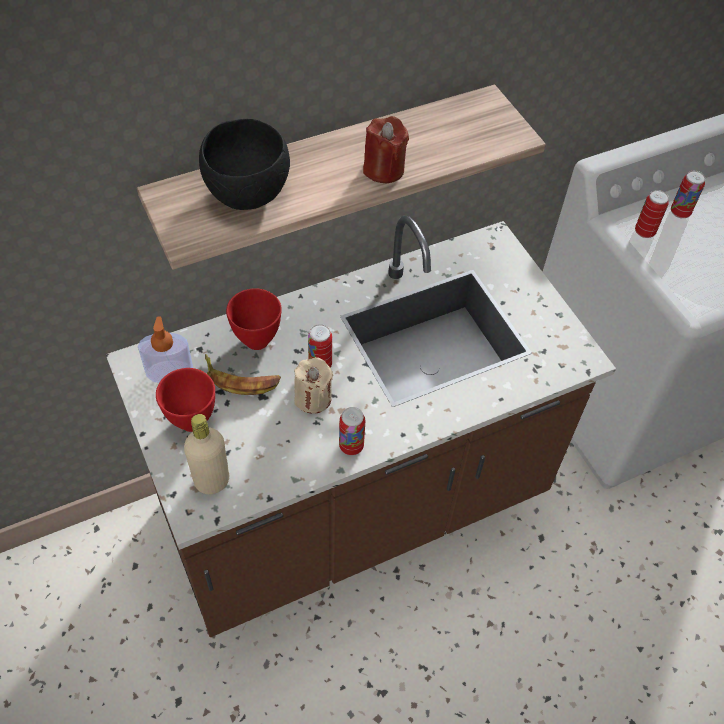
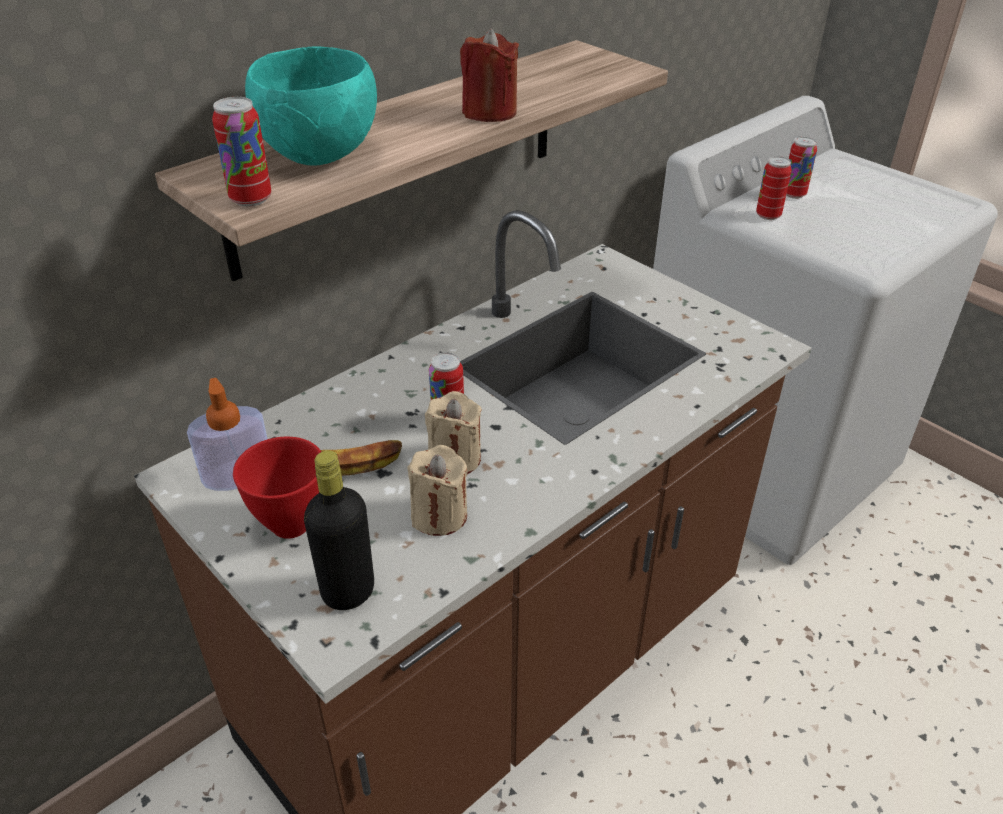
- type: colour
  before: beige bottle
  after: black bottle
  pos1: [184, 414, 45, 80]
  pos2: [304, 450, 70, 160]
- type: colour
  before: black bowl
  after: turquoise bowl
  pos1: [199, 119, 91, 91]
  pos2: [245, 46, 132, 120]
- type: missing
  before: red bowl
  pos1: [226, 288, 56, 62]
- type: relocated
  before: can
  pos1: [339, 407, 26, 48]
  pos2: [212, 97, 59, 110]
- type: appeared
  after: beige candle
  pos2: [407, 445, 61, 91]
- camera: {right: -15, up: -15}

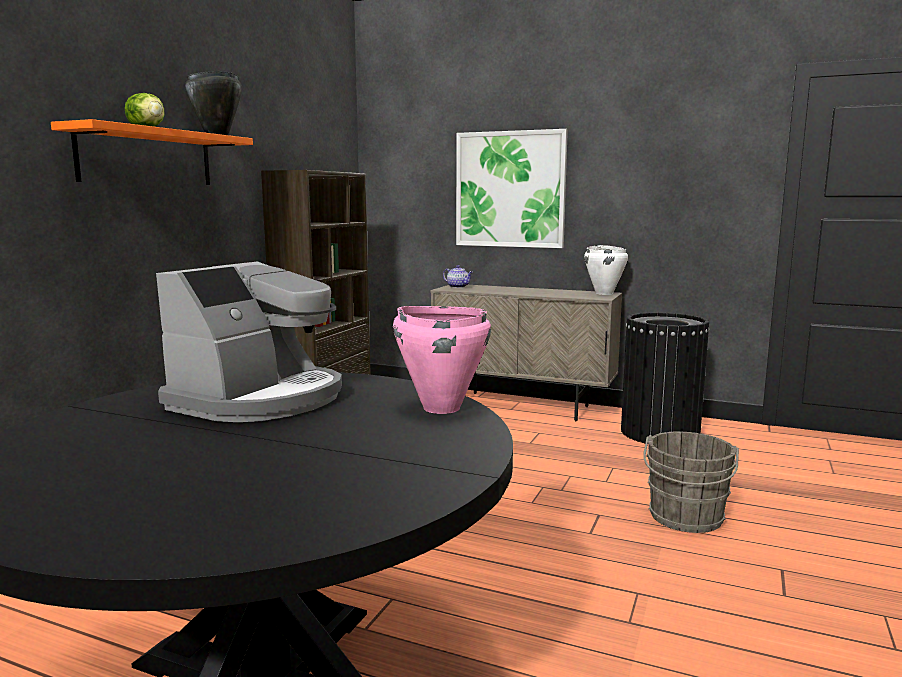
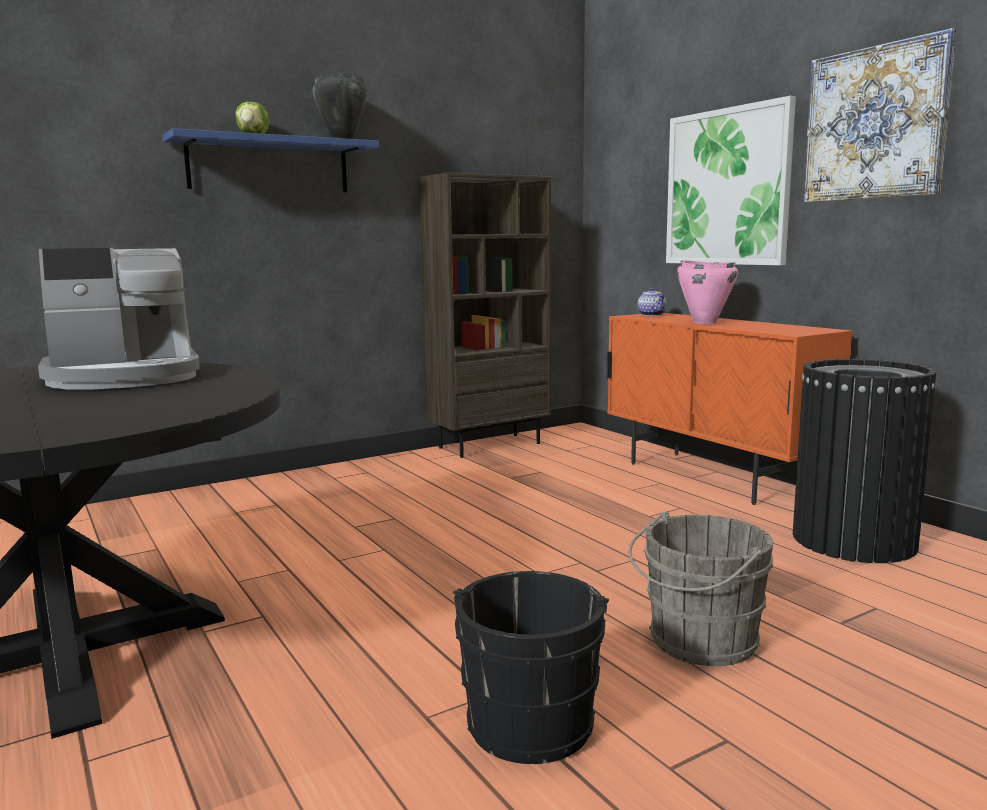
- type: colour
  before: orange shelf
  after: blue shelf
  pos1: [51, 119, 202, 66]
  pos2: [162, 128, 217, 64]
- type: relocated
  before: pink cooking pot
  pos1: [393, 306, 98, 108]
  pos2: [677, 260, 61, 64]
- type: colour
  before: beige cabinet
  after: orange cabinet
  pos1: [431, 285, 191, 136]
  pos2: [607, 313, 245, 192]
- type: missing
  before: white cooking pot
  pos1: [584, 245, 44, 50]
- type: appeared
  after: black bucket
  pos2: [453, 571, 156, 193]
- type: appeared
  after: picture
  pos2: [803, 28, 154, 174]
- camera: {right: 35, up: 0}

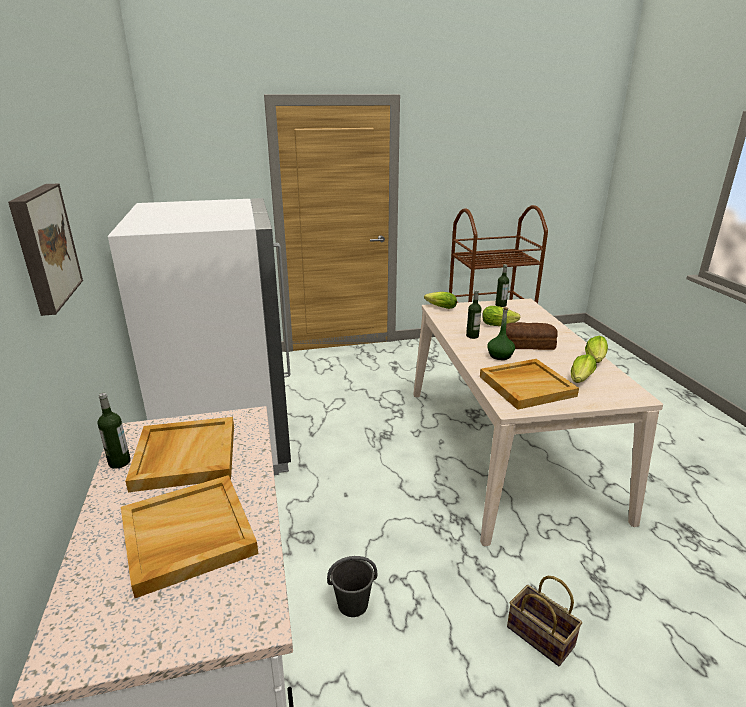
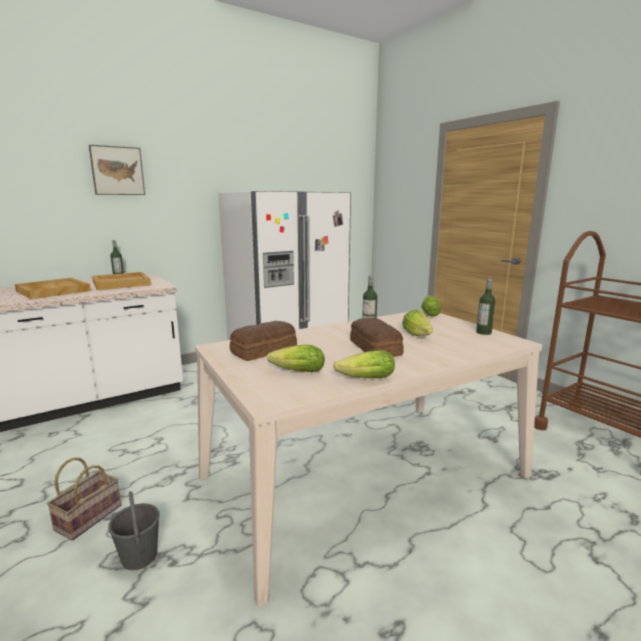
- type: relocated
  before: grey bucket
  pos1: [327, 556, 50, 61]
  pos2: [108, 492, 52, 78]
- type: exchanged
  before: beige tray
  after: bread
  pos1: [480, 359, 99, 51]
  pos2: [230, 321, 67, 40]
- type: missing
  before: green bottle
  pos1: [487, 307, 28, 53]
- camera: {right: 70, up: -10}

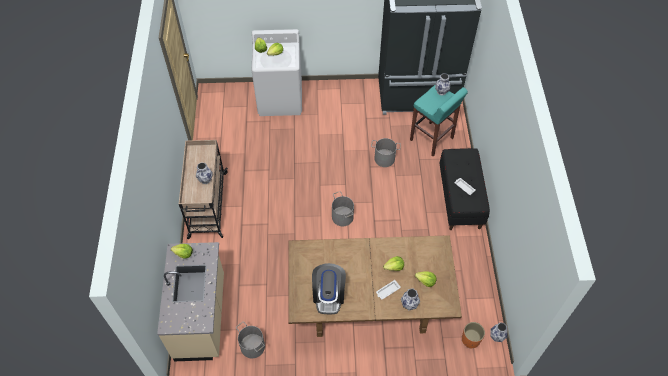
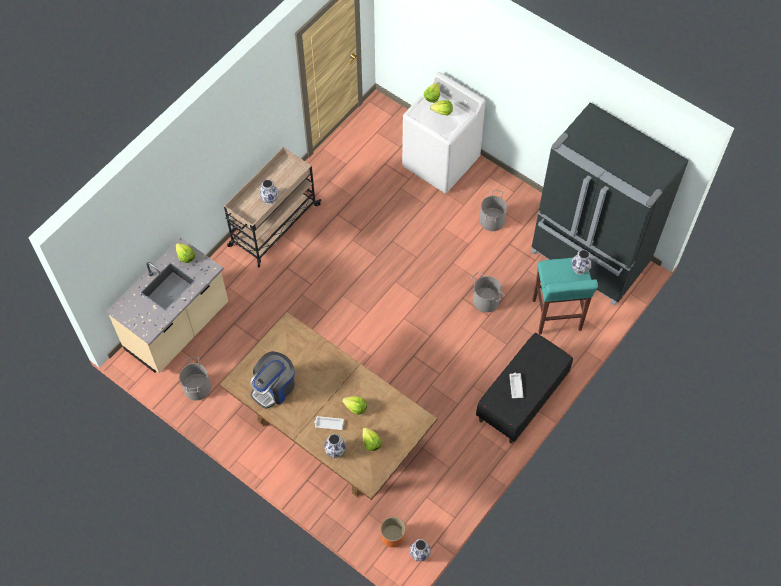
- type: relocated
  before: grey bucket
  pos1: [332, 191, 22, 35]
  pos2: [479, 189, 28, 42]
- camera: {right: 40, up: 5}

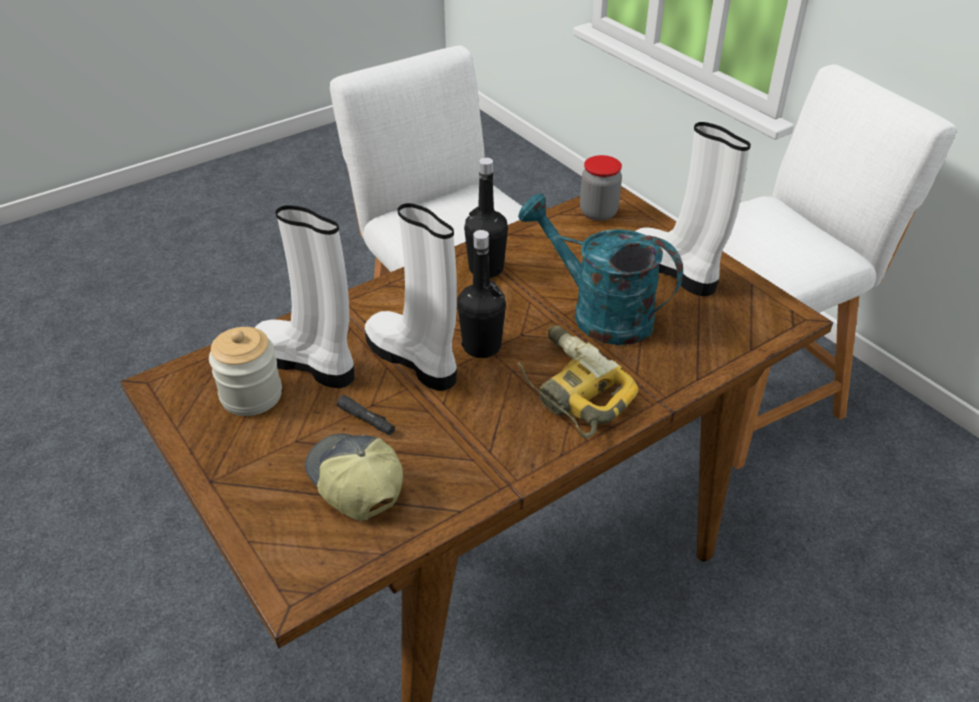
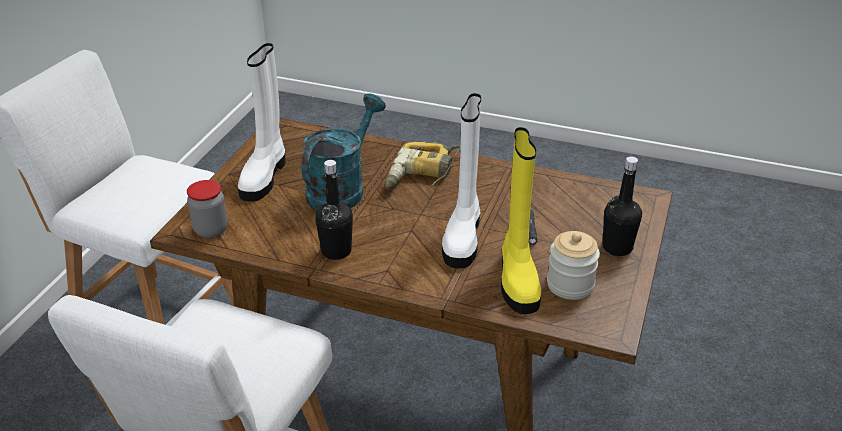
- type: colour
  before: white boot
  after: yellow boot
  pos1: [254, 205, 100, 183]
  pos2: [501, 127, 41, 187]
- type: missing
  before: cap
  pos1: [305, 434, 98, 87]
- type: relocated
  before: black bottle
  pos1: [457, 230, 49, 128]
  pos2: [603, 156, 39, 100]
- type: spun
  before: turquoise watering can
  pos1: [518, 193, 165, 152]
  pos2: [301, 94, 85, 116]
  turn: -150
- camera: {right: -125, up: -5}

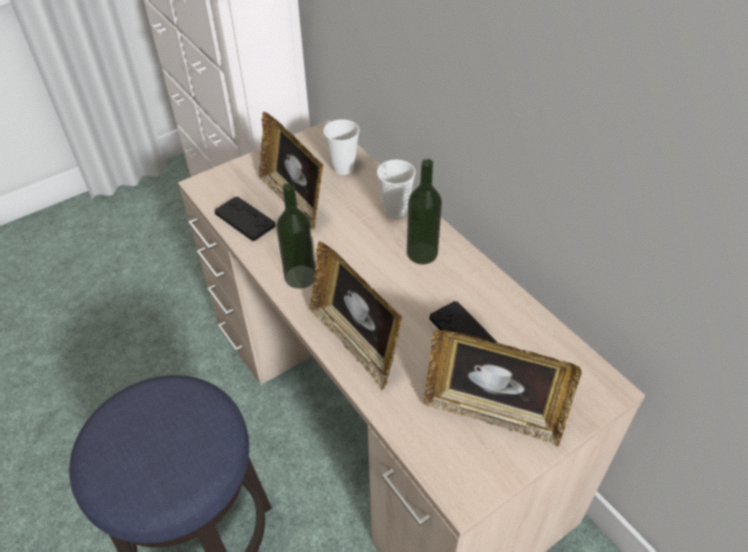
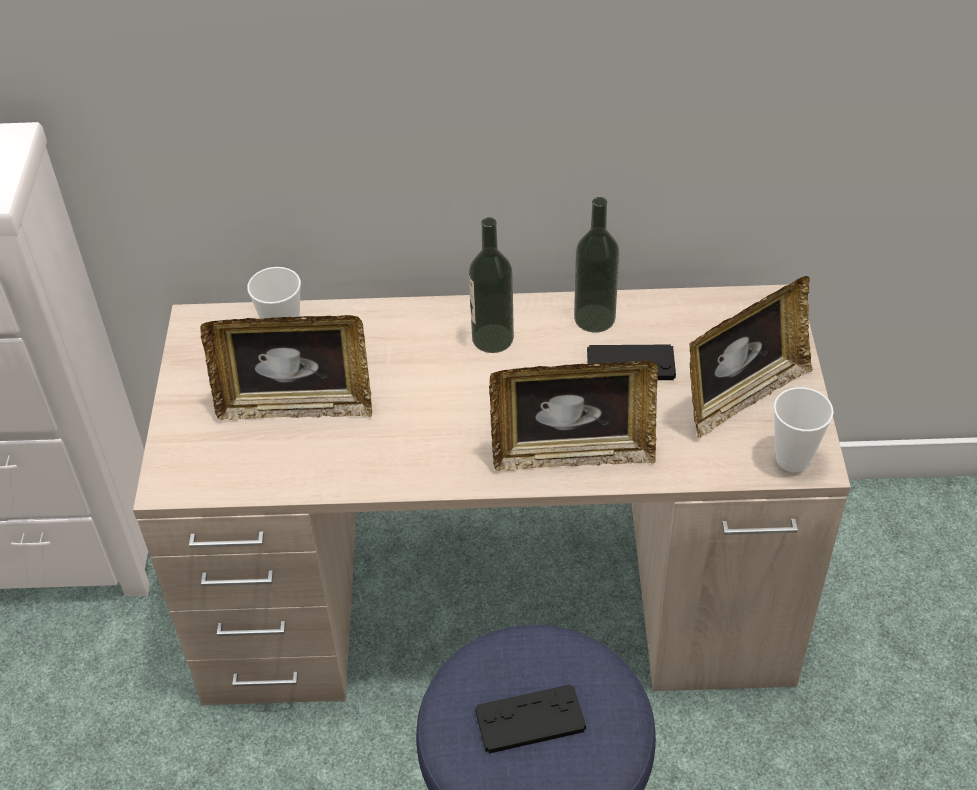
- type: relocated
  before: black game controller
  pos1: [215, 196, 60, 45]
  pos2: [475, 684, 111, 70]
- type: relocated
  before: bottle
  pos1: [276, 182, 40, 107]
  pos2: [574, 197, 45, 136]
- type: relocated
  before: cup
  pos1: [377, 160, 39, 58]
  pos2: [774, 387, 60, 85]
- camera: {right: -55, up: 0}

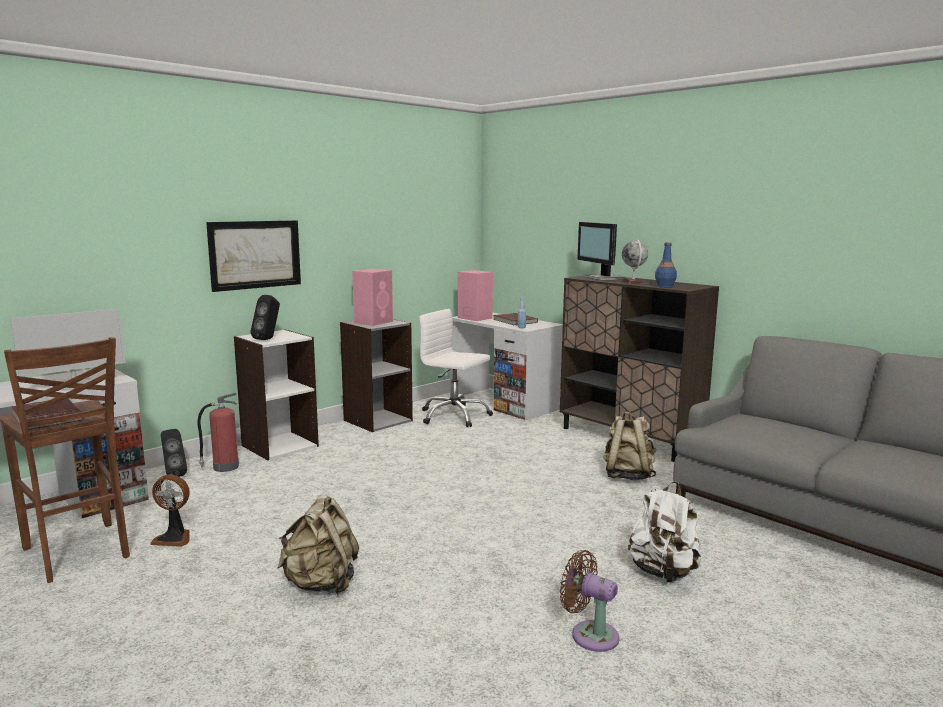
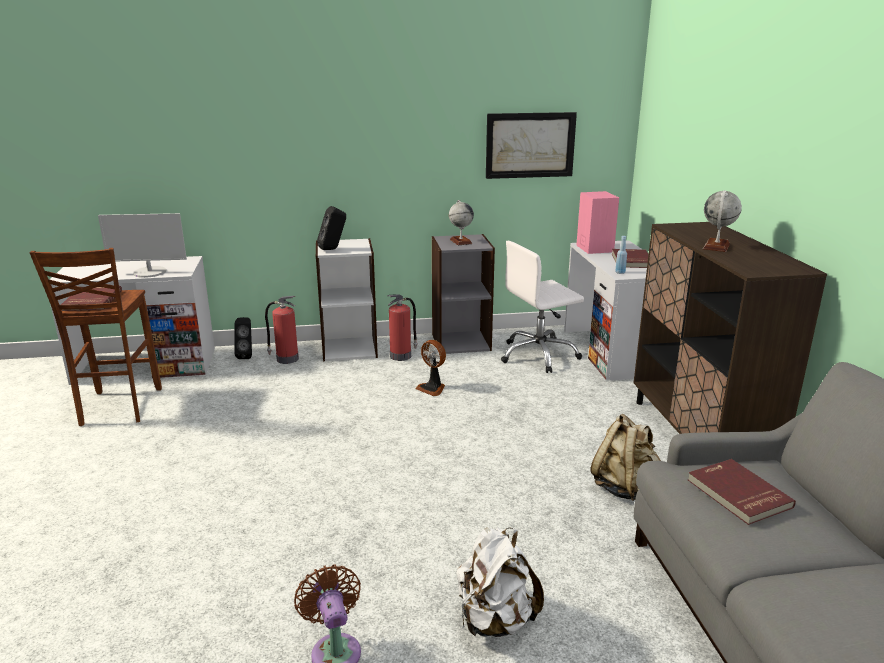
- type: relocated
  before: fan
  pos1: [150, 474, 40, 73]
  pos2: [415, 340, 31, 56]
- type: relocated
  before: picture
  pos1: [206, 220, 95, 72]
  pos2: [486, 112, 91, 67]
- type: missing
  before: beige backpack
  pos1: [277, 495, 82, 100]
- type: exchanged
  before: pink speaker
  after: globe
  pos1: [352, 269, 41, 57]
  pos2: [449, 200, 25, 45]
- type: spun
  before: white office chair
  pos1: [419, 309, 74, 118]
  pos2: [501, 241, 83, 132]
  turn: -90
- type: missing
  before: monitor
  pos1: [577, 222, 50, 58]
- type: missing
  before: blue bottle
  pos1: [655, 241, 22, 47]
- type: appeared
  after: fire extinguisher
  pos2: [387, 294, 31, 67]
- type: appeared
  after: red book
  pos2: [688, 459, 108, 66]
- camera: {right: 35, up: 10}

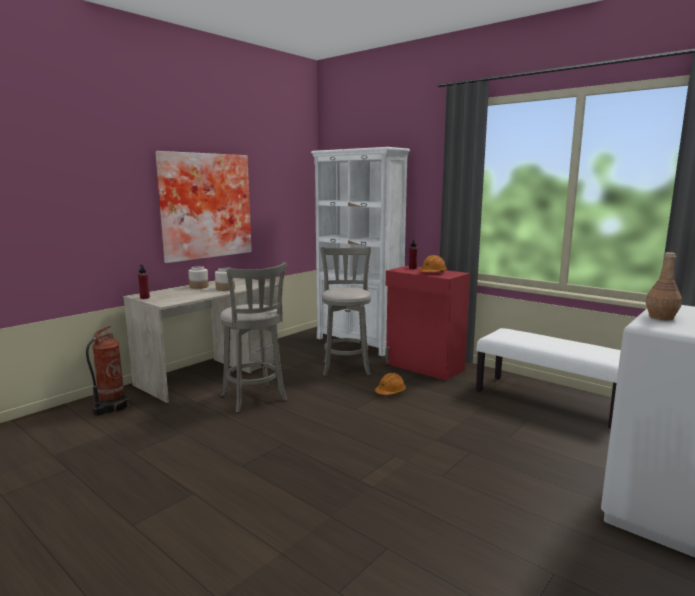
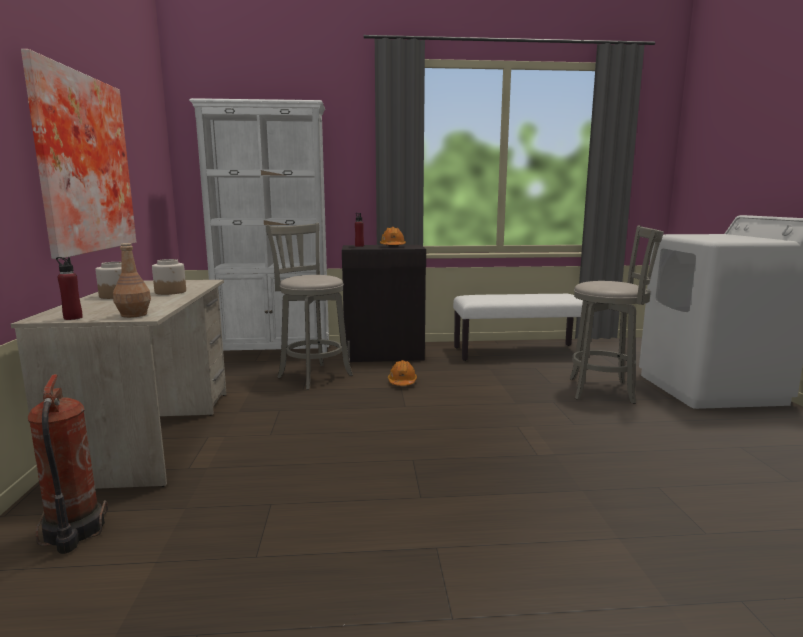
- type: relocated
  before: grey stool
  pos1: [220, 262, 67, 151]
  pos2: [570, 226, 94, 178]
- type: colour
  before: red cabinet
  after: black cabinet
  pos1: [386, 266, 84, 115]
  pos2: [342, 245, 84, 117]
- type: relocated
  before: brown bottle
  pos1: [646, 252, 36, 68]
  pos2: [113, 243, 38, 75]
- camera: {right: -45, up: 0}

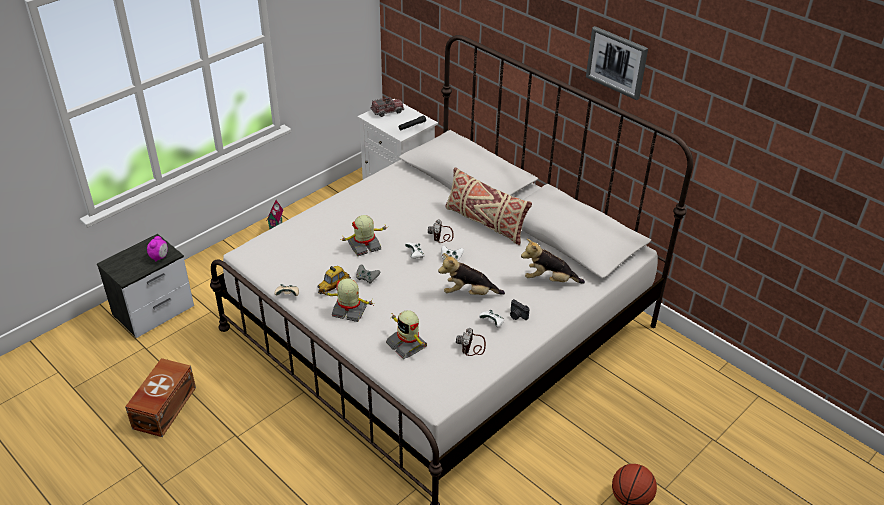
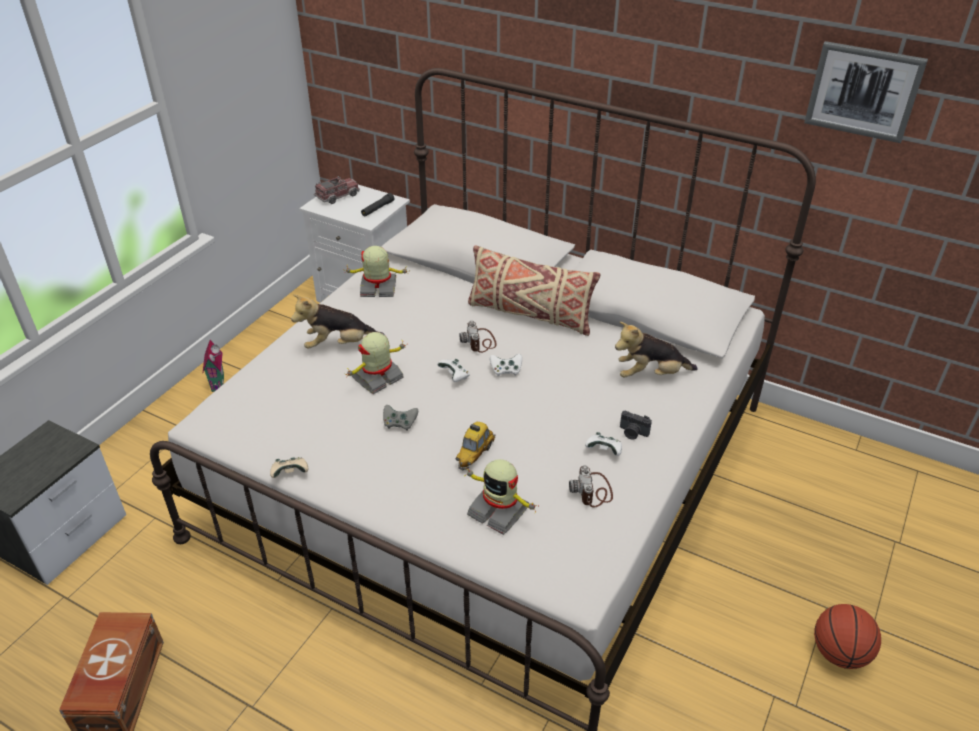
- type: missing
  before: alarm clock
  pos1: [147, 236, 21, 26]
- type: relocated
  before: toy car
  pos1: [317, 266, 34, 28]
  pos2: [456, 422, 39, 49]
- type: relocated
  before: toy robot
  pos1: [324, 278, 51, 44]
  pos2: [343, 246, 67, 51]
- type: relocated
  before: plush toy
  pos1: [438, 253, 67, 42]
  pos2: [291, 295, 94, 54]
- type: relocated
  before: picture
  pos1: [586, 26, 62, 74]
  pos2: [804, 41, 124, 102]
- camera: {right: -15, up: 0}

